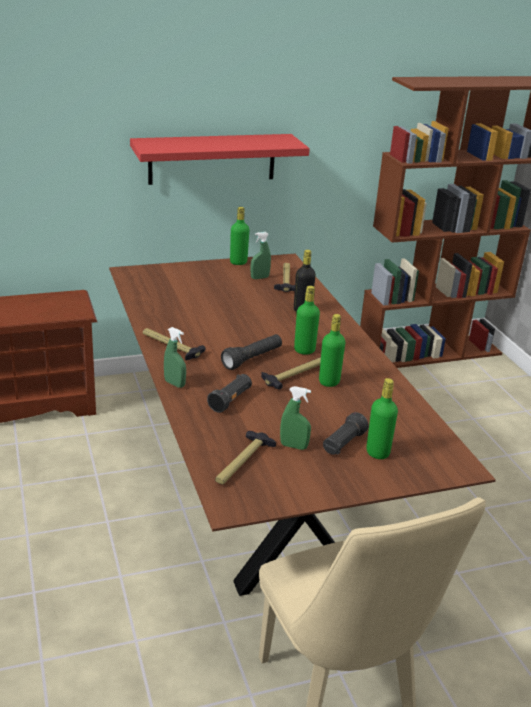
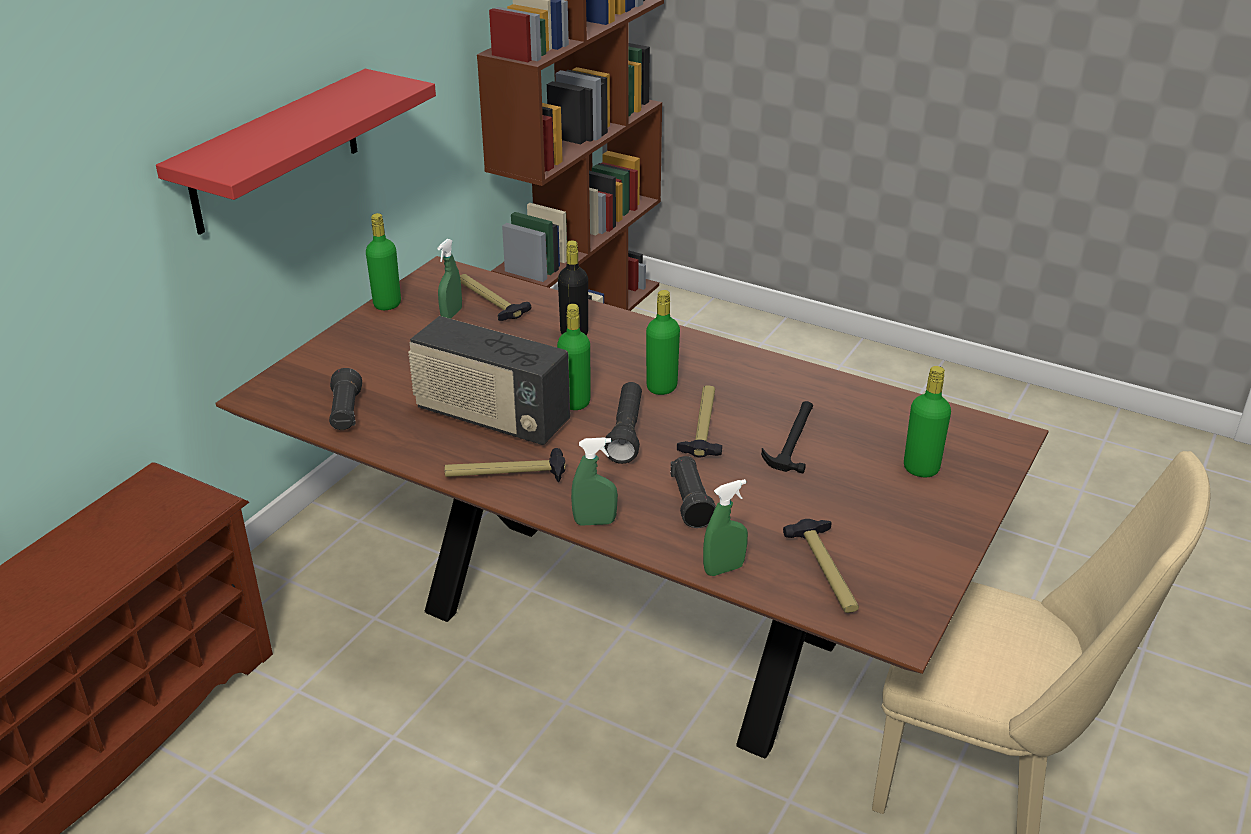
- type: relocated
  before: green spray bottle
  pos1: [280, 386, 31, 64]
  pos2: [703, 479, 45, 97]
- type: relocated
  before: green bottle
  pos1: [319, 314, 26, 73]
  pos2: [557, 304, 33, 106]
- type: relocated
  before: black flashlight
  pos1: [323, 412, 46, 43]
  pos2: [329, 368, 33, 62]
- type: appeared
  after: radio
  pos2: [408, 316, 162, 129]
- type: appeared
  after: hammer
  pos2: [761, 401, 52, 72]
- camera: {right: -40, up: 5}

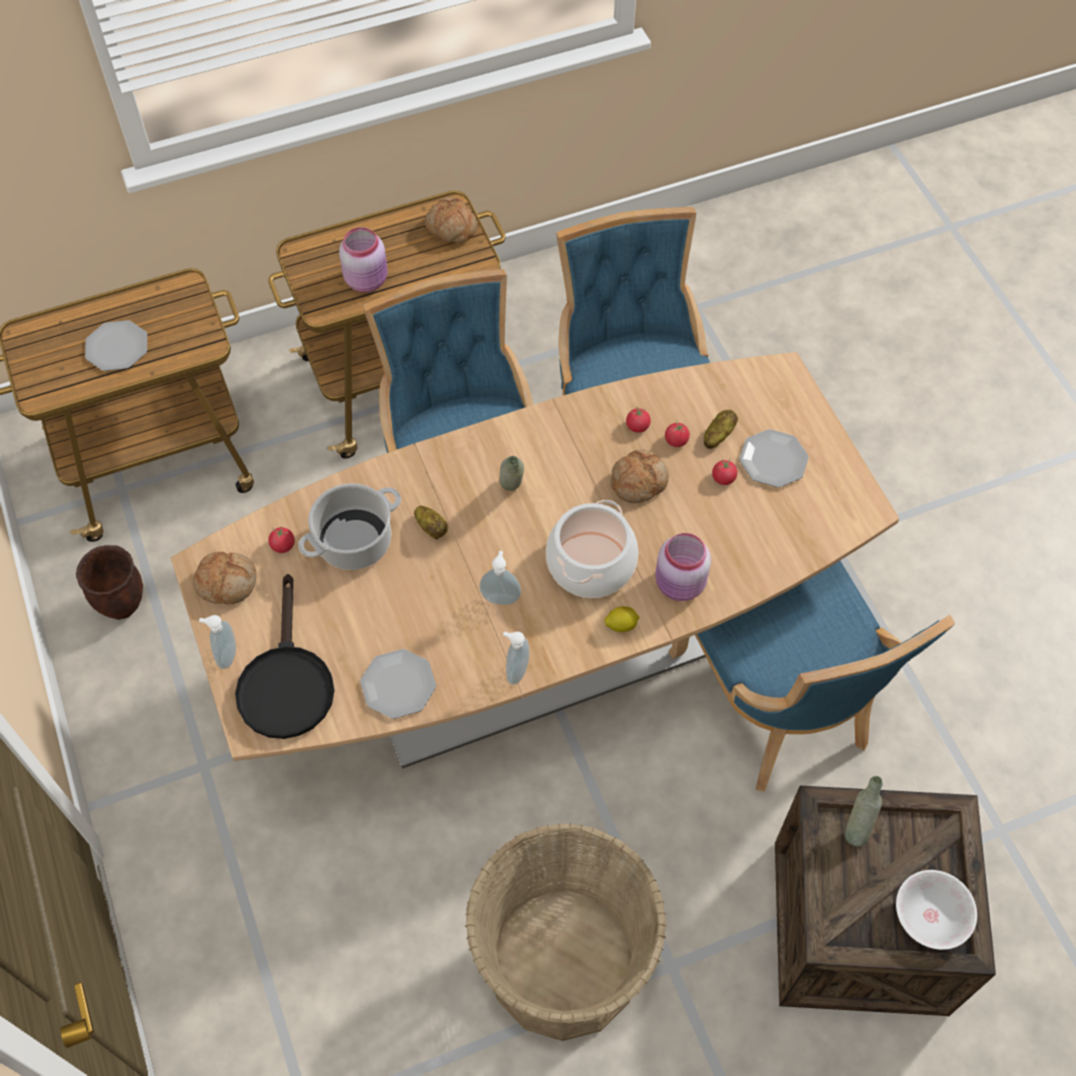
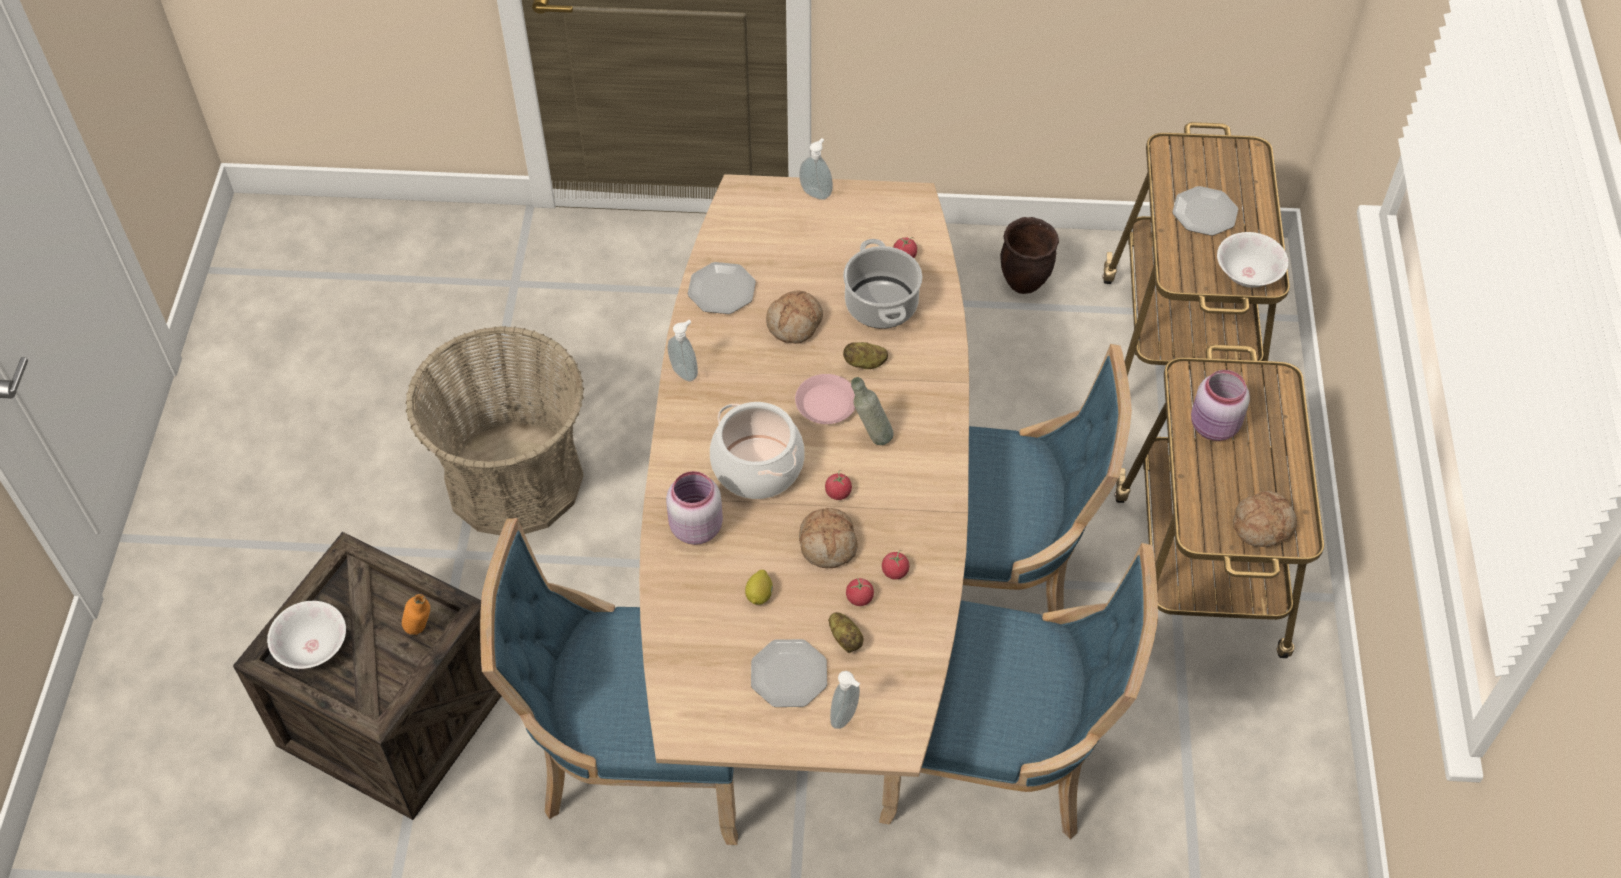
- type: relocated
  before: bread
  pos1: [193, 552, 63, 52]
  pos2: [766, 290, 57, 54]
- type: missing
  before: black frying pan
  pos1: [235, 574, 99, 165]
- type: relocated
  before: soap dispenser
  pos1: [479, 551, 42, 54]
  pos2: [830, 671, 30, 58]
- type: relocated
  before: lemon
  pos1: [604, 606, 36, 26]
  pos2: [745, 570, 28, 35]
- type: relocated
  before: tomato
  pos1: [712, 459, 25, 26]
  pos2: [825, 470, 27, 30]
- type: colour
  before: grey bottle
  after: orange bottle
  pos1: [845, 776, 38, 70]
  pos2: [402, 594, 28, 41]
- type: appeared
  after: pink plate
  pos2: [795, 374, 60, 50]
- type: appeared
  after: white bowl
  pos2: [1217, 232, 71, 56]
- camera: {right: 115, up: -5}

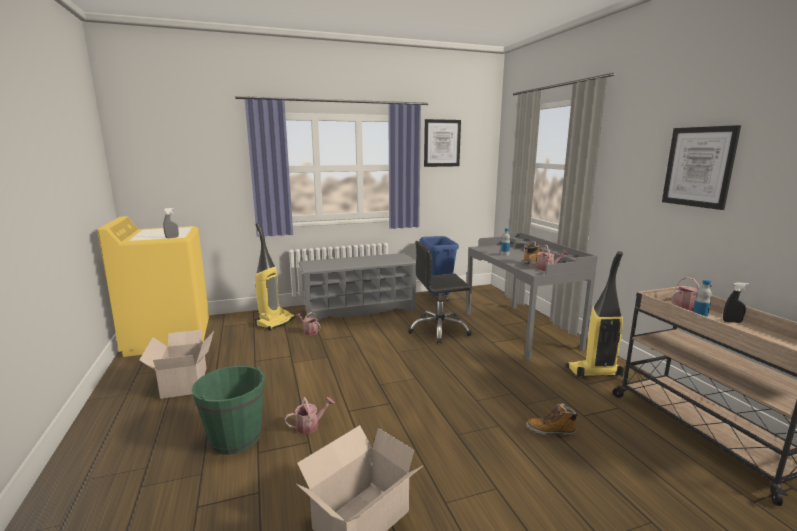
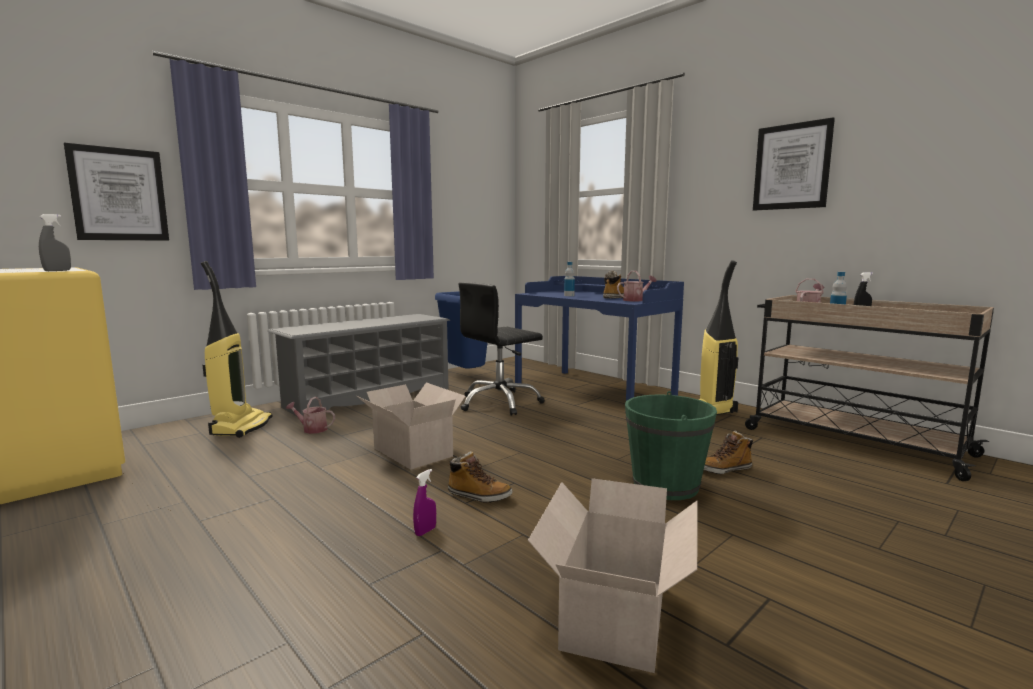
- type: relocated
  before: cardboard box
  pos1: [139, 330, 75, 69]
  pos2: [357, 382, 109, 88]
- type: relocated
  before: green bucket
  pos1: [192, 366, 73, 89]
  pos2: [625, 391, 92, 109]
- type: exchanged
  before: watering can
  after: purple spray bottle
  pos1: [285, 397, 50, 37]
  pos2: [413, 469, 23, 67]
- type: relocated
  before: picture
  pos1: [424, 119, 37, 48]
  pos2: [64, 143, 105, 98]
- type: colour
  before: grey desk
  after: blue desk
  pos1: [466, 232, 132, 128]
  pos2: [515, 276, 169, 137]
- type: appeared
  after: boot
  pos2: [448, 452, 64, 51]
- camera: {right: -25, up: -5}

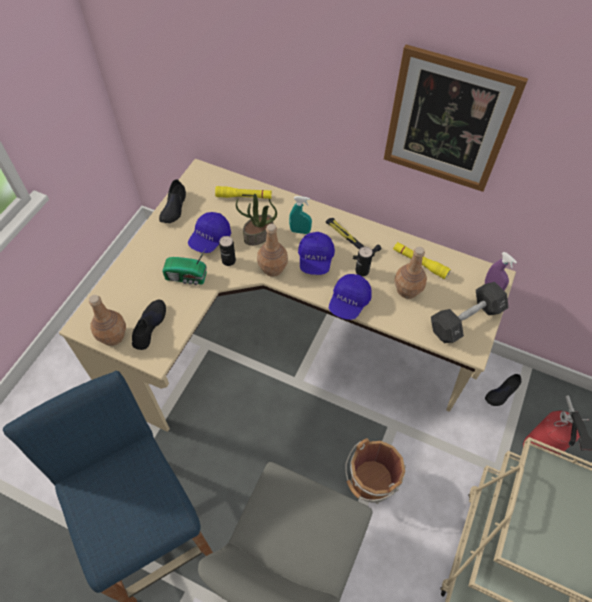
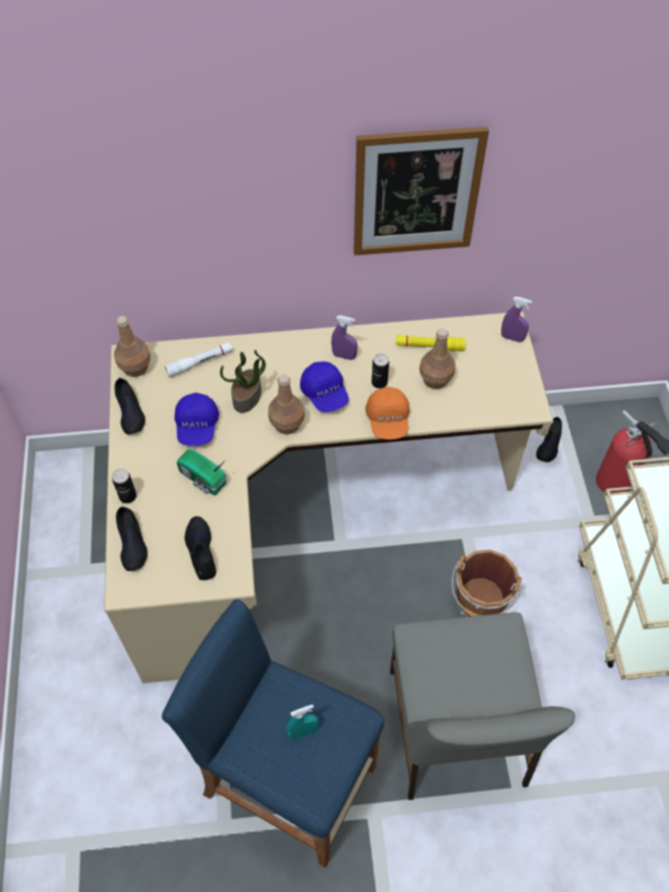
- type: relocated
  before: brown bottle
  pos1: [89, 295, 37, 51]
  pos2: [114, 316, 37, 61]
- type: spun
  before: radio
  pos1: [162, 250, 45, 35]
  pos2: [177, 449, 50, 47]
  turn: 60
- type: colour
  before: yellow flashlight
  after: white flashlight
  pos1: [215, 186, 57, 13]
  pos2: [165, 342, 68, 35]
- type: relocated
  before: can
  pos1: [219, 236, 17, 30]
  pos2: [112, 469, 25, 35]
- type: relocated
  before: turquoise spray bottle
  pos1: [289, 196, 23, 38]
  pos2: [286, 704, 33, 36]
- type: exchanged
  before: hammer
  after: purple spray bottle
  pos1: [326, 218, 55, 42]
  pos2: [331, 315, 27, 45]
- type: colour
  before: blue cap
  after: orange cap
  pos1: [329, 274, 43, 46]
  pos2: [365, 387, 45, 53]
- type: missing
  before: black dumbbell
  pos1: [431, 282, 77, 61]
- type: appeared
  after: black shoe
  pos2: [116, 506, 32, 65]
- camera: {right: -30, up: 0}

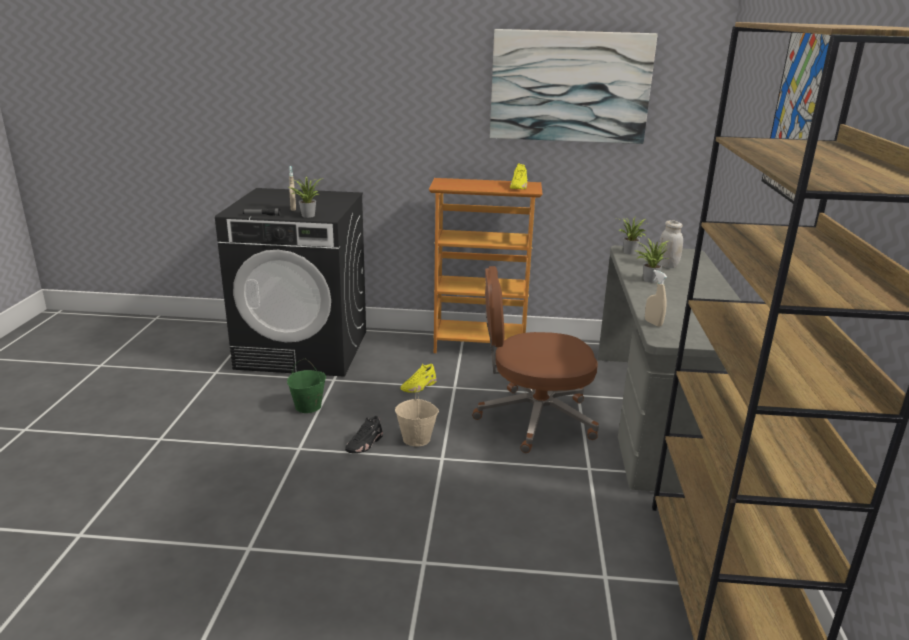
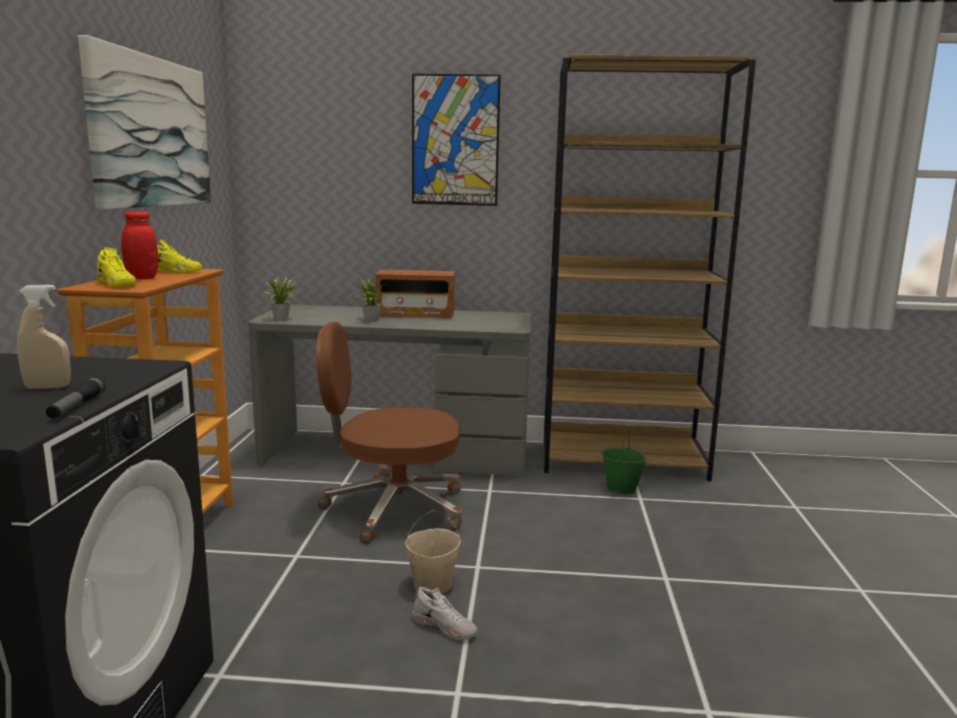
- type: relocated
  before: green bucket
  pos1: [287, 359, 39, 54]
  pos2: [602, 431, 45, 64]
- type: missing
  before: potted plant
  pos1: [289, 176, 34, 42]
- type: colour
  before: black shoe
  after: white shoe
  pos1: [345, 416, 38, 38]
  pos2: [412, 587, 65, 53]
- type: relocated
  before: yellow shoe
  pos1: [400, 364, 37, 29]
  pos2: [96, 247, 41, 40]
- type: spun
  before: brown office chair
  pos1: [472, 266, 127, 187]
  pos2: [316, 322, 146, 222]
  turn: 90
- type: missing
  before: beige spray bottle
  pos1: [645, 270, 22, 57]
- type: missing
  before: white jar
  pos1: [658, 220, 25, 48]
- type: appeared
  after: red jar
  pos2: [121, 211, 37, 68]
- type: appeared
  after: radio
  pos2: [375, 270, 80, 48]
- camera: {right: -90, up: -10}

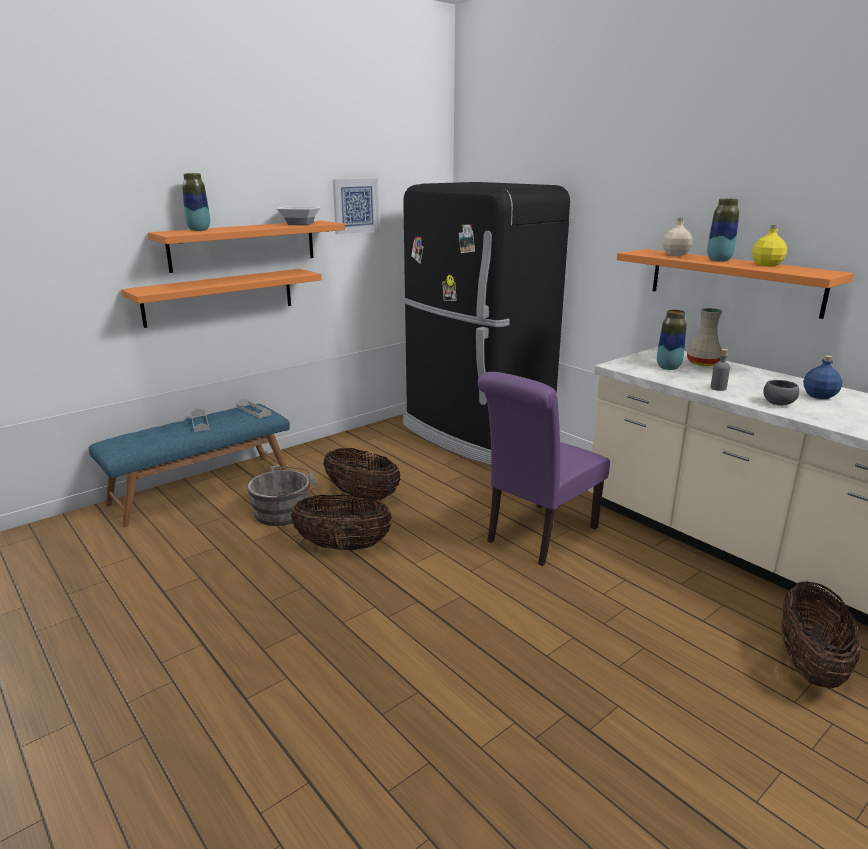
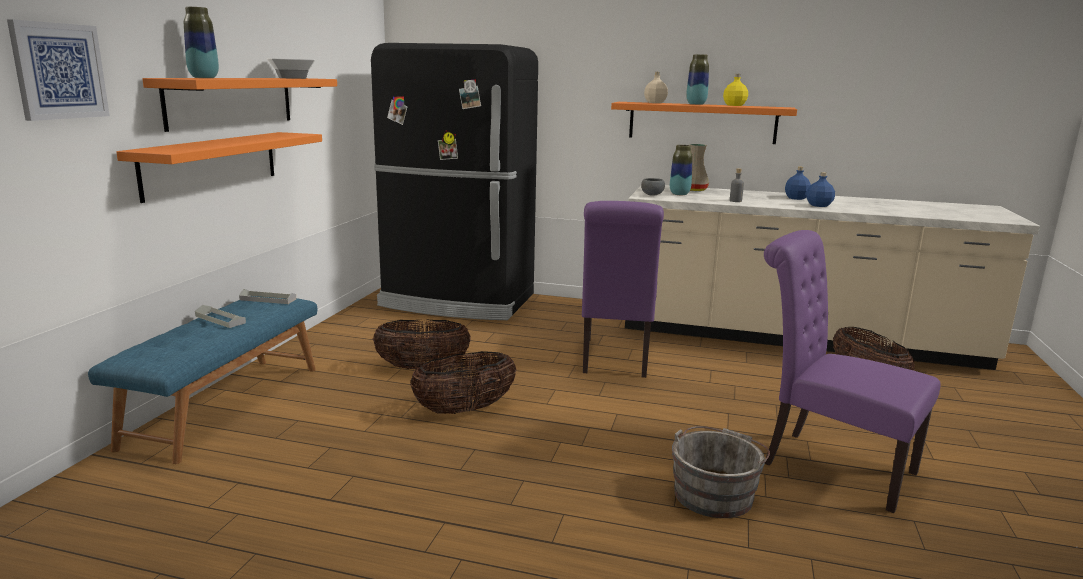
- type: relocated
  before: grey bucket
  pos1: [247, 465, 70, 61]
  pos2: [672, 426, 98, 92]
- type: relocated
  before: picture
  pos1: [333, 178, 47, 56]
  pos2: [7, 19, 103, 102]
- type: relocated
  before: grey bowl
  pos1: [763, 380, 37, 25]
  pos2: [641, 178, 24, 18]
- type: appeared
  after: purple chair
  pos2: [764, 230, 177, 283]
- type: appeared
  after: blue bottle
  pos2: [806, 172, 29, 35]
- camera: {right: -35, up: -5}

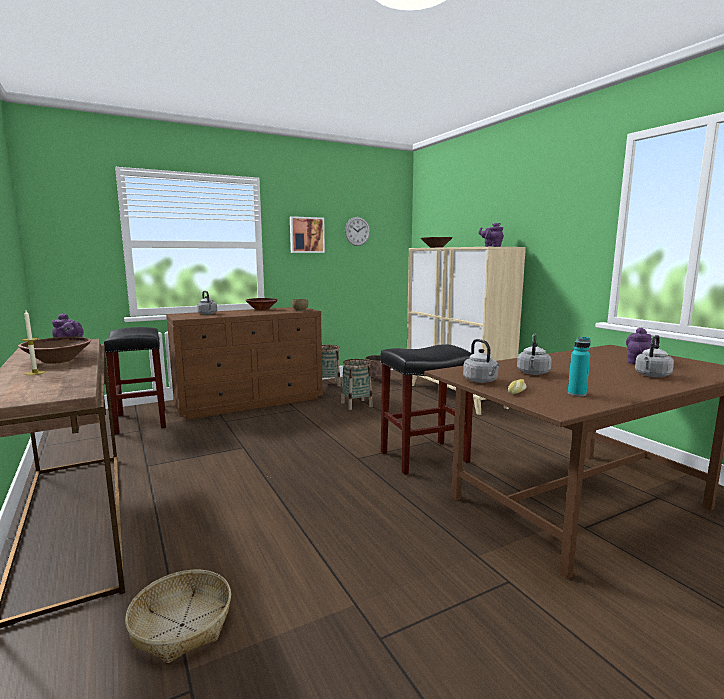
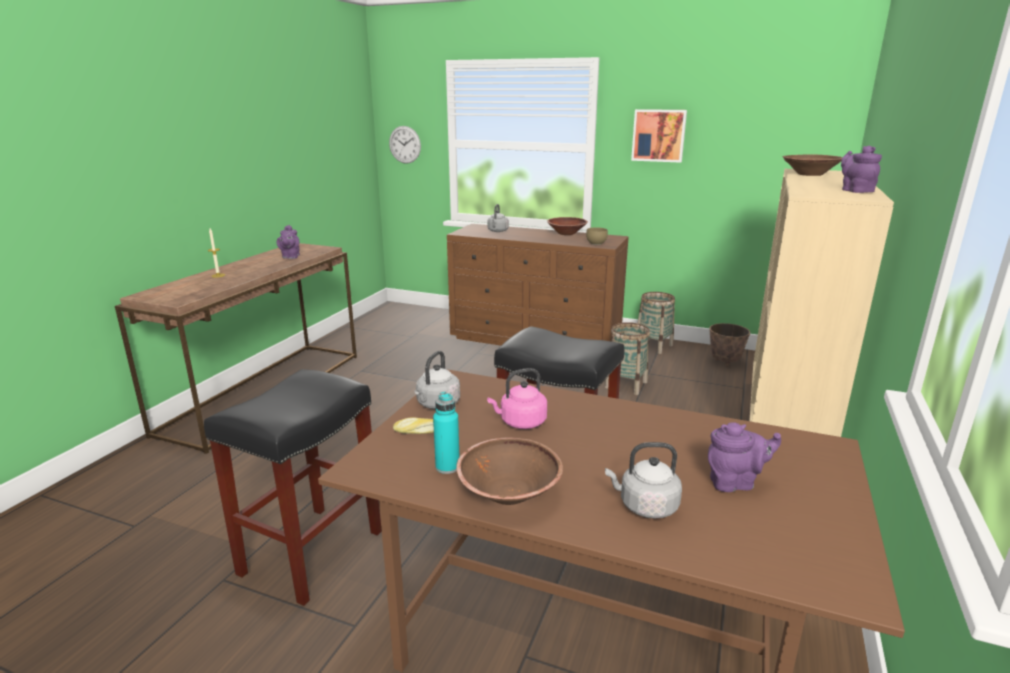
- type: relocated
  before: brown bowl
  pos1: [18, 337, 74, 27]
  pos2: [456, 438, 107, 67]
- type: relocated
  before: black stool
  pos1: [104, 327, 62, 108]
  pos2: [204, 369, 178, 237]
- type: missing
  before: basket
  pos1: [125, 570, 106, 94]
- type: relocated
  before: wall clock
  pos1: [345, 217, 25, 29]
  pos2: [389, 126, 32, 38]
- type: colour
  before: grey kettle
  after: pink kettle
  pos1: [517, 333, 35, 42]
  pos2: [487, 368, 60, 61]
- camera: {right: 50, up: 10}

